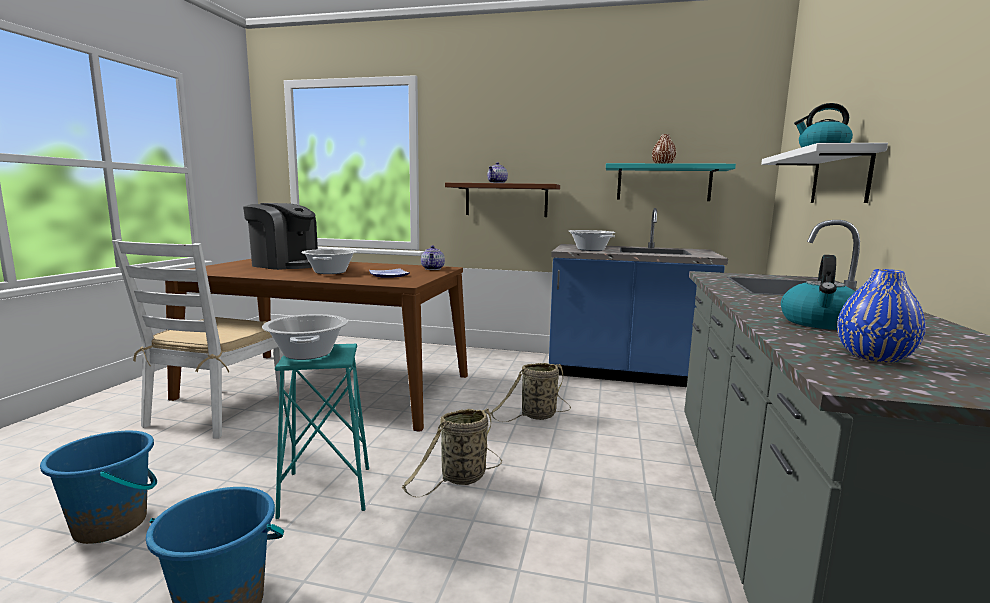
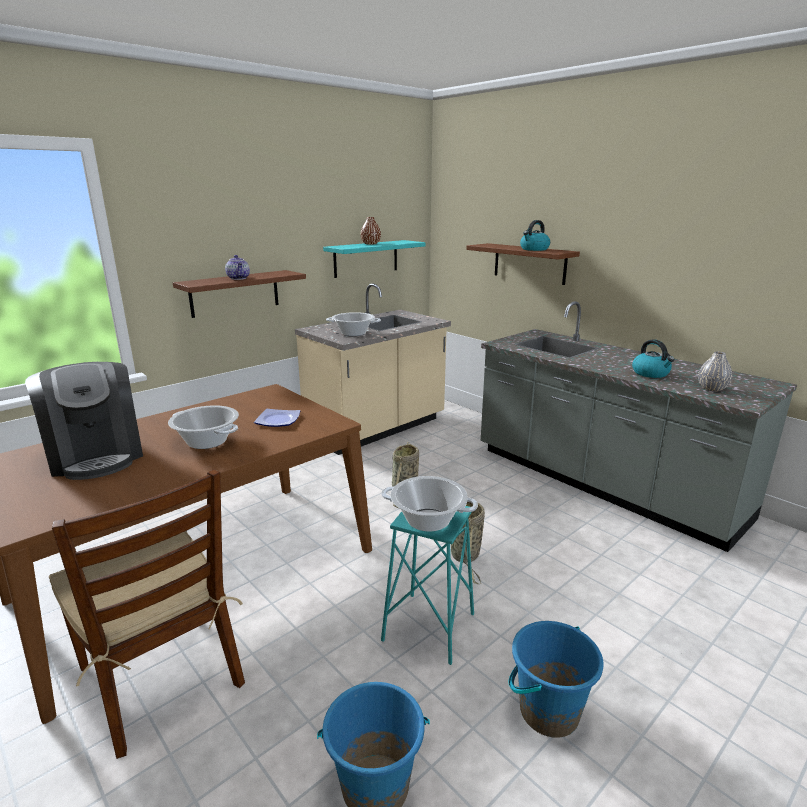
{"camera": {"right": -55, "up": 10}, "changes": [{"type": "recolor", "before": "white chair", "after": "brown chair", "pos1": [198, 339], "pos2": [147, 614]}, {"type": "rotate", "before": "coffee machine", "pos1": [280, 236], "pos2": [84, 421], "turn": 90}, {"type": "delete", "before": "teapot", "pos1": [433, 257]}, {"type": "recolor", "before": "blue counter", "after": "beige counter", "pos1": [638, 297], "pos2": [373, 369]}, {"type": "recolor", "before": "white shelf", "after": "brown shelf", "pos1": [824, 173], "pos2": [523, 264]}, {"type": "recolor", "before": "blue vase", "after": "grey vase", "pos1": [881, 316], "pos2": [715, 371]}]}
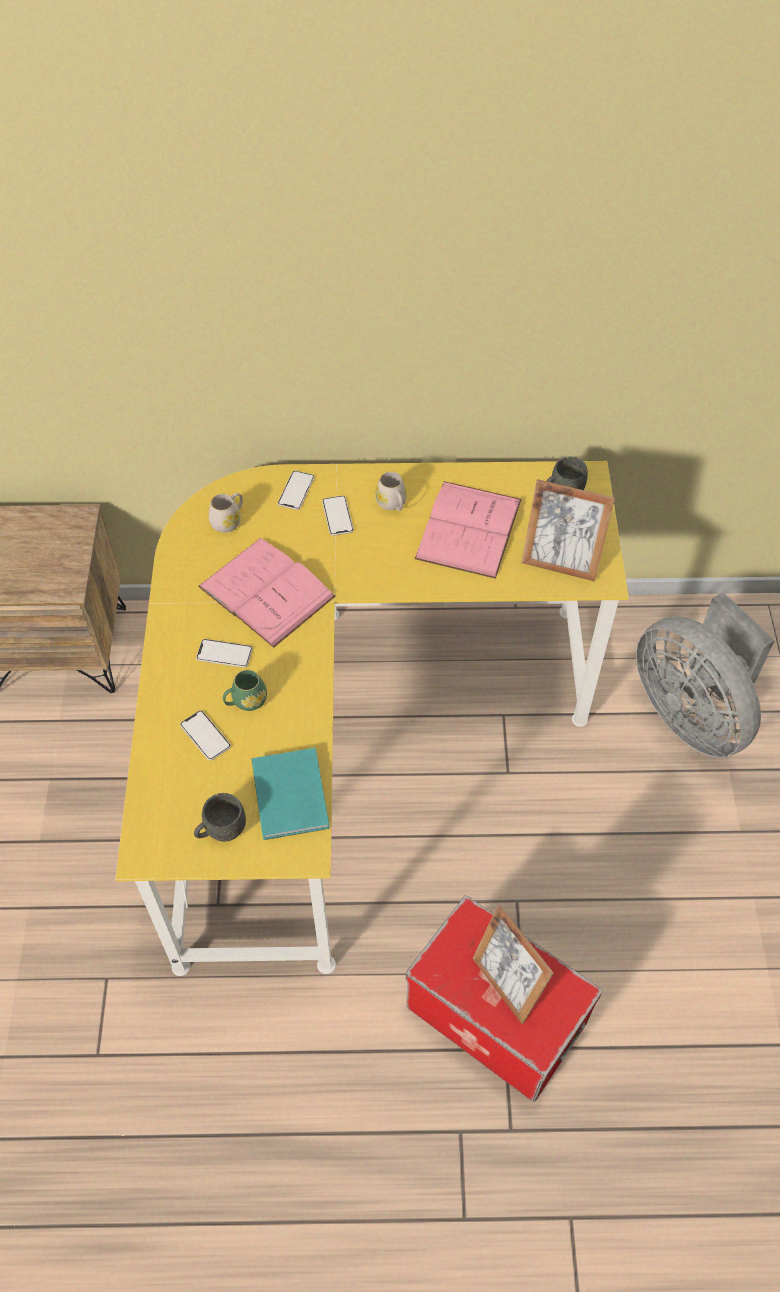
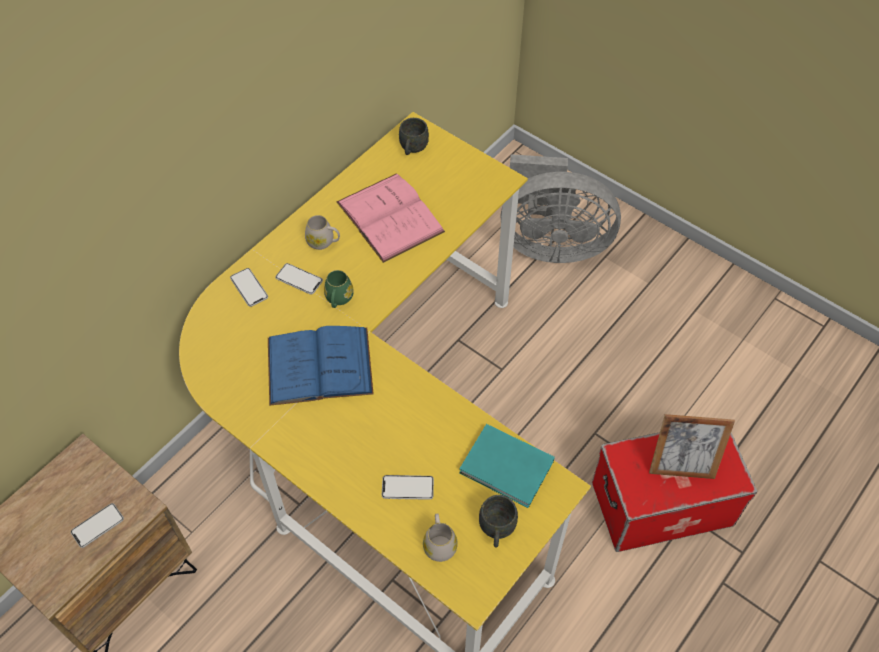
{"camera": {"right": -50, "up": 0}, "changes": [{"type": "move", "before": "phone", "pos1": [224, 653], "pos2": [97, 525]}, {"type": "recolor", "before": "pink book", "after": "blue book", "pos1": [266, 593], "pos2": [321, 366]}, {"type": "move", "before": "white mug", "pos1": [225, 513], "pos2": [440, 538]}, {"type": "move", "before": "green mug", "pos1": [245, 690], "pos2": [339, 289]}, {"type": "delete", "before": "picture frame", "pos1": [568, 530]}]}
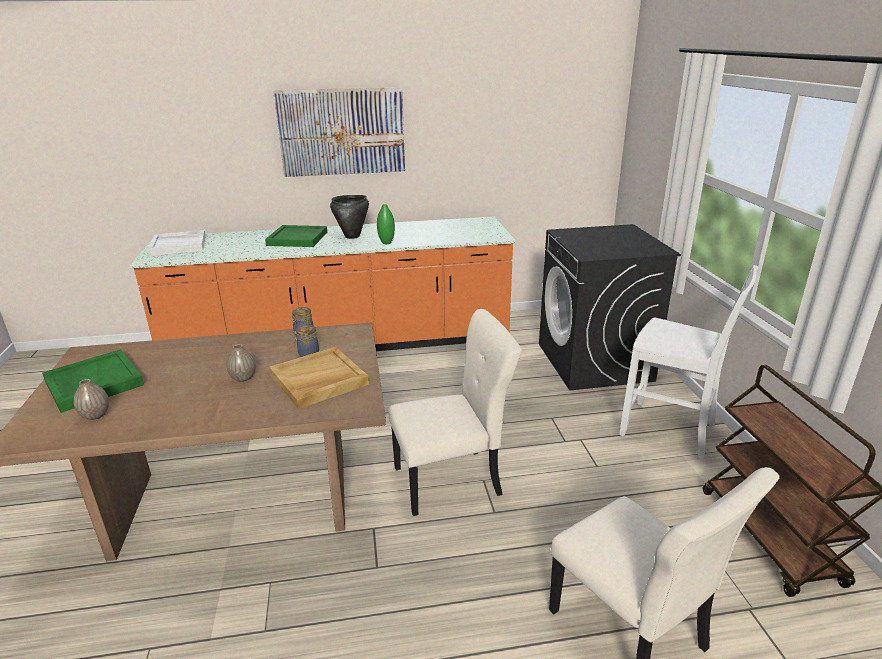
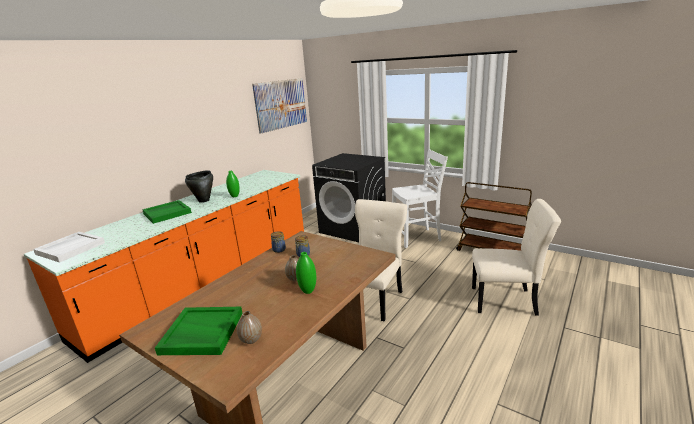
{"camera": {"right": -45, "up": -5}, "changes": [{"type": "delete", "before": "beige tray", "pos1": [319, 378]}, {"type": "move", "before": "picture", "pos1": [339, 132], "pos2": [279, 105]}, {"type": "insert", "after": "green vase", "pos2": [306, 273]}]}
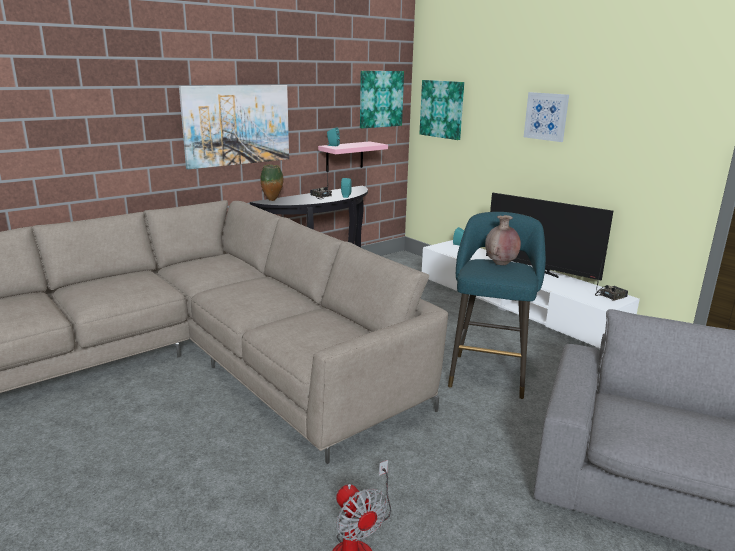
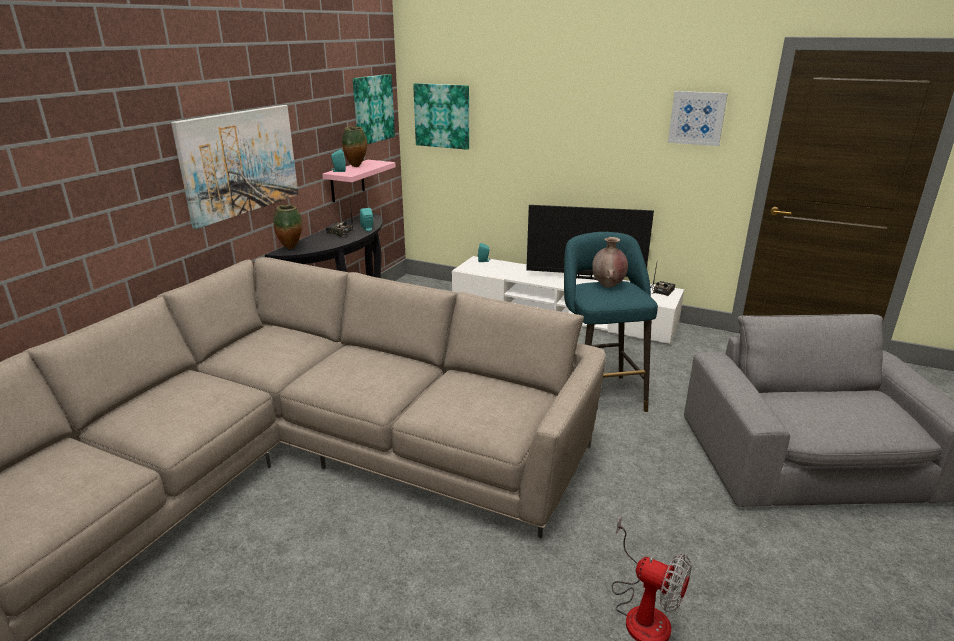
{"camera": {"right": -25, "up": 5}, "changes": [{"type": "move", "before": "picture", "pos1": [546, 117], "pos2": [698, 118]}, {"type": "insert", "after": "vase", "pos2": [354, 146]}]}
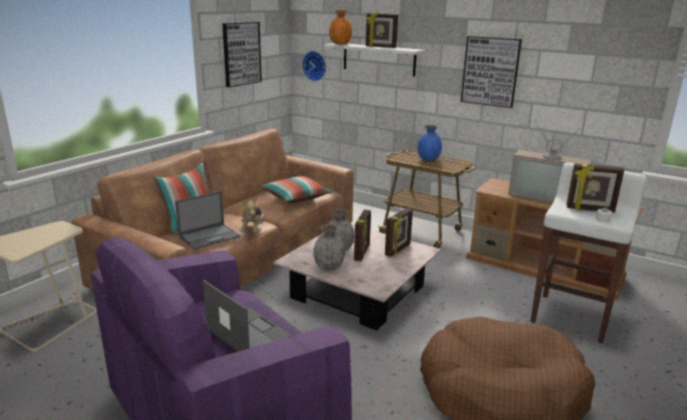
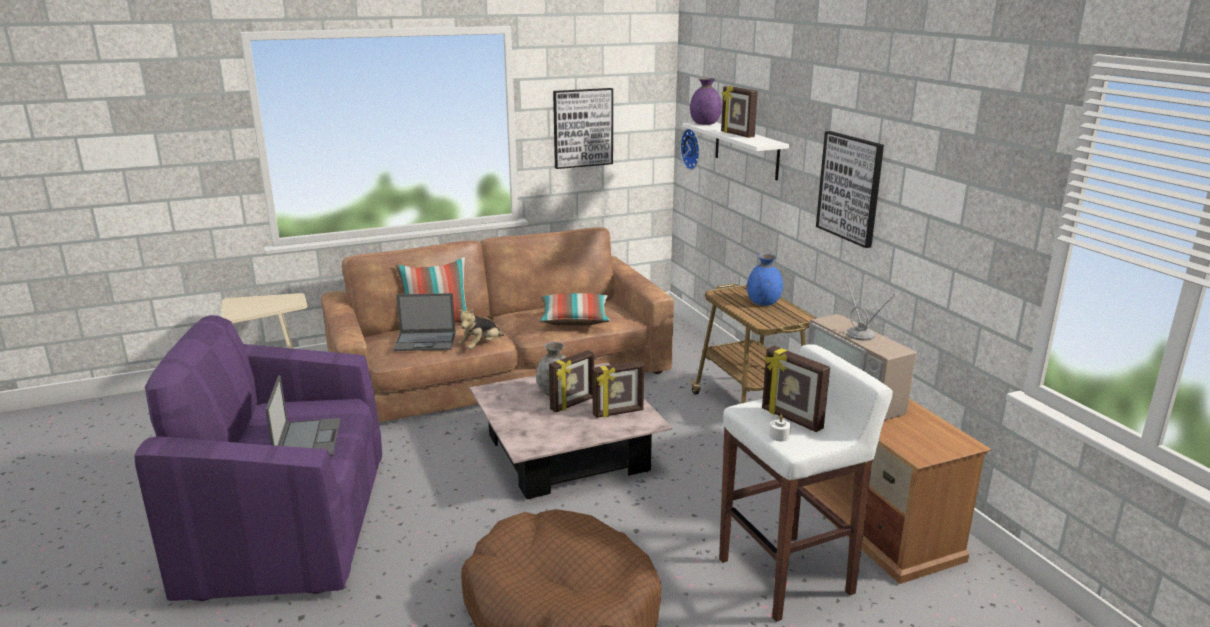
{"camera": {"right": 35, "up": 0}, "changes": [{"type": "delete", "before": "grey vase", "pos1": [329, 247]}, {"type": "recolor", "before": "orange vase", "after": "purple vase", "pos1": [340, 27], "pos2": [706, 101]}]}
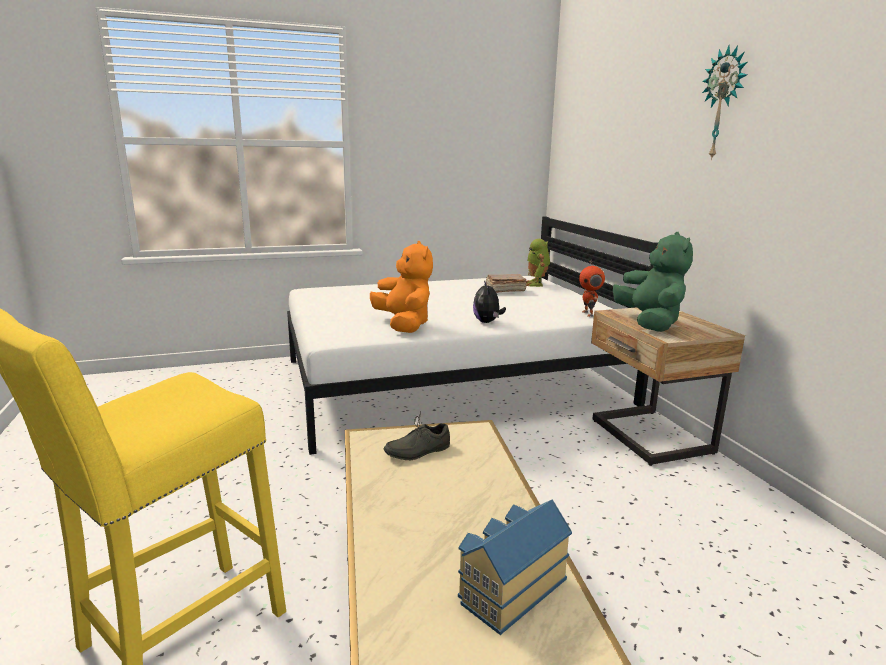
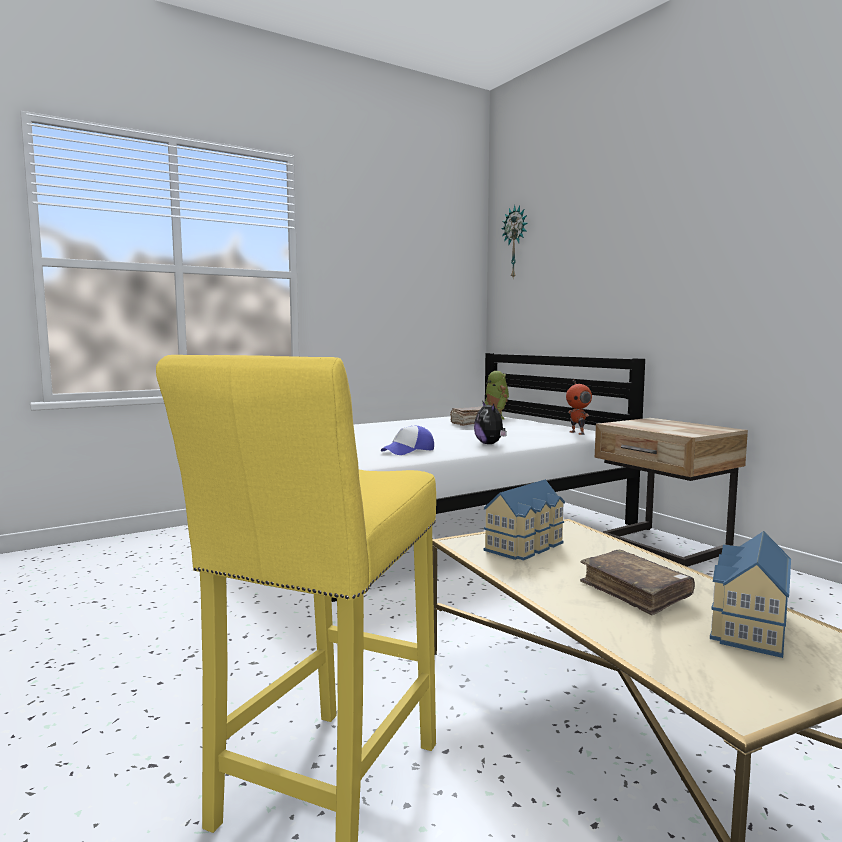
{"camera": {"right": -15, "up": -10}, "changes": [{"type": "replace", "before": "orange plush toy", "after": "cap", "pos1": [401, 287], "pos2": [407, 440]}, {"type": "replace", "before": "grey shoe", "after": "toy house", "pos1": [417, 435], "pos2": [524, 520]}, {"type": "delete", "before": "green plush toy", "pos1": [653, 282]}, {"type": "move", "before": "wall clock", "pos1": [725, 102], "pos2": [514, 241]}, {"type": "insert", "after": "brown book", "pos2": [637, 582]}]}
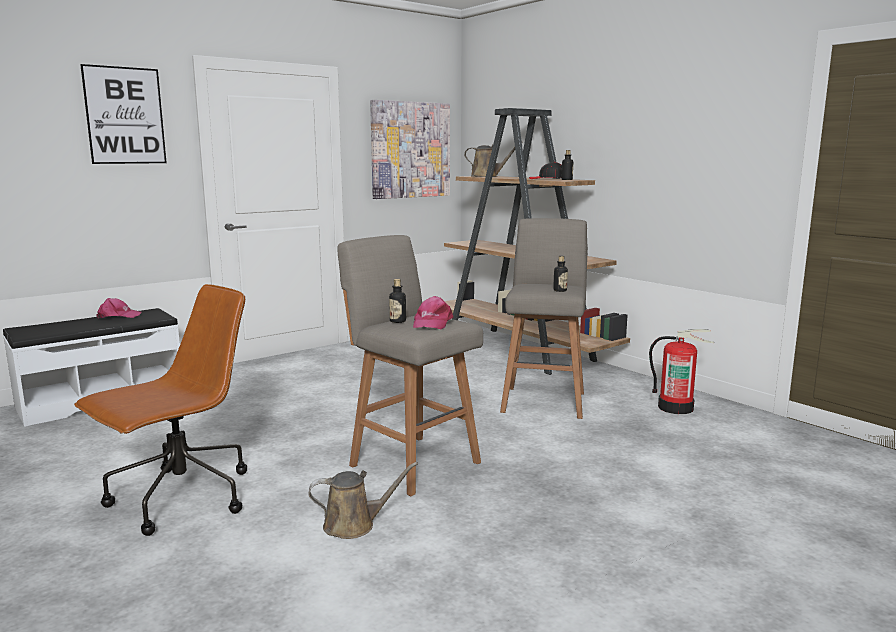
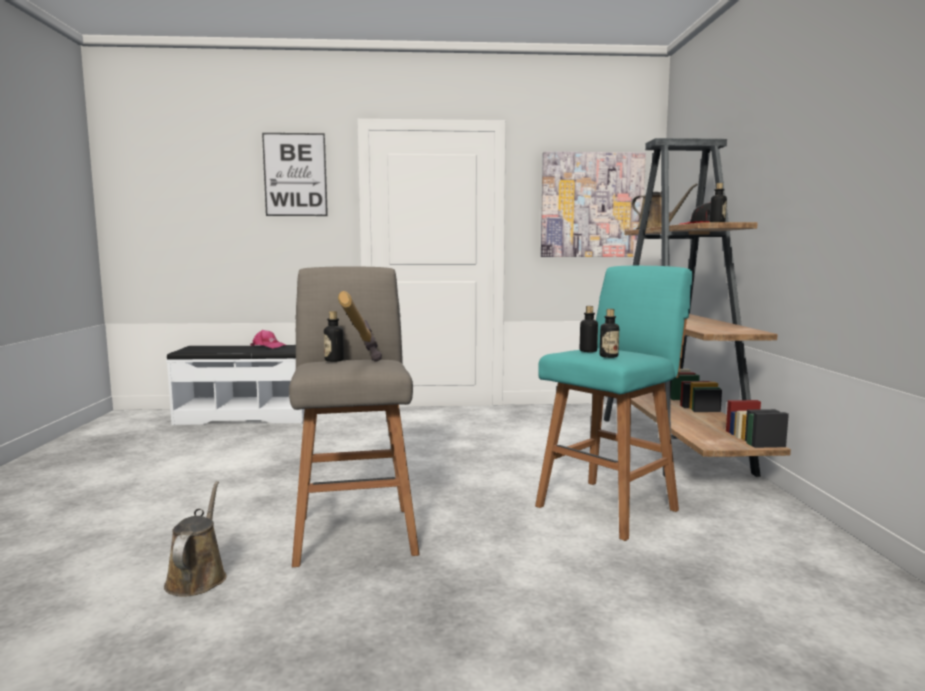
{"camera": {"right": 35, "up": -5}, "changes": [{"type": "delete", "before": "brown office chair", "pos1": [160, 410]}, {"type": "rotate", "before": "brown watering can", "pos1": [363, 500], "pos2": [195, 539], "turn": -120}, {"type": "replace", "before": "pink cap", "after": "hammer", "pos1": [433, 312], "pos2": [360, 326]}, {"type": "recolor", "before": "grey stool", "after": "turquoise stool", "pos1": [544, 318], "pos2": [613, 403]}, {"type": "delete", "before": "fire extinguisher", "pos1": [681, 371]}, {"type": "insert", "after": "bottle", "pos2": [589, 329]}]}
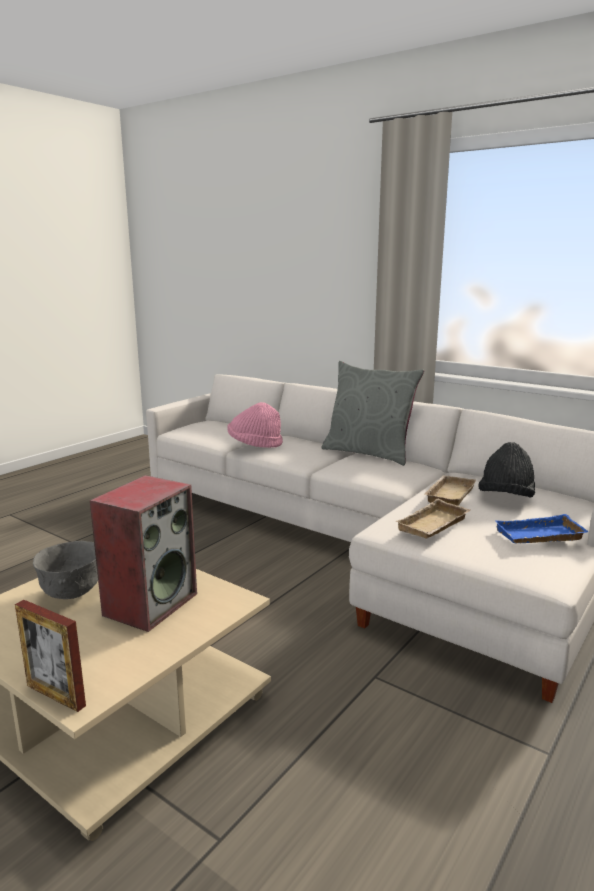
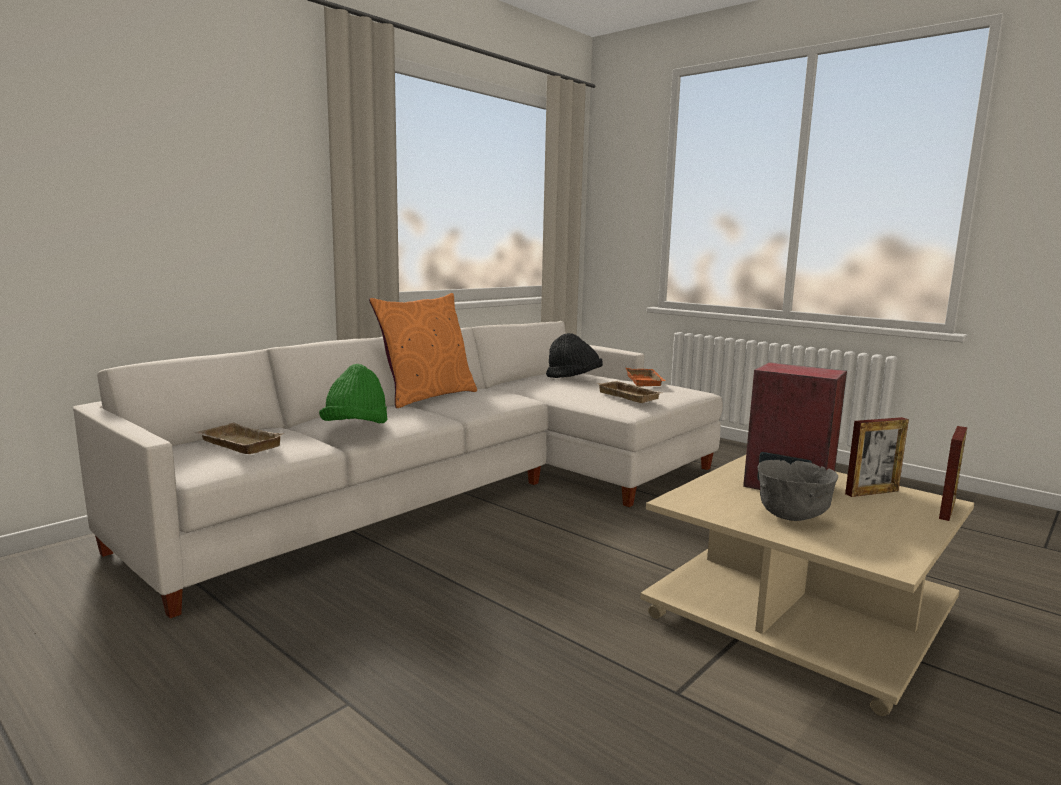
{"camera": {"right": -85, "up": -5}, "changes": [{"type": "recolor", "before": "pink hat", "after": "green hat", "pos1": [255, 425], "pos2": [353, 394]}, {"type": "recolor", "before": "grey pillow", "after": "orange pillow", "pos1": [373, 413], "pos2": [423, 350]}, {"type": "move", "before": "beige tray", "pos1": [450, 490], "pos2": [239, 438]}, {"type": "recolor", "before": "blue tray", "after": "orange tray", "pos1": [542, 528], "pos2": [645, 377]}, {"type": "insert", "after": "picture frame", "pos2": [877, 457]}]}
